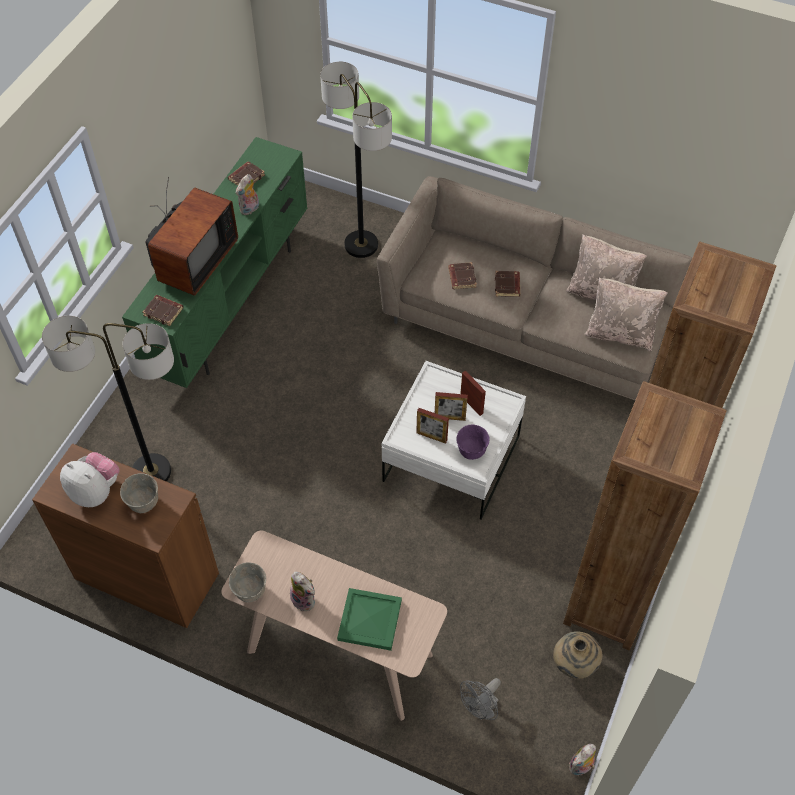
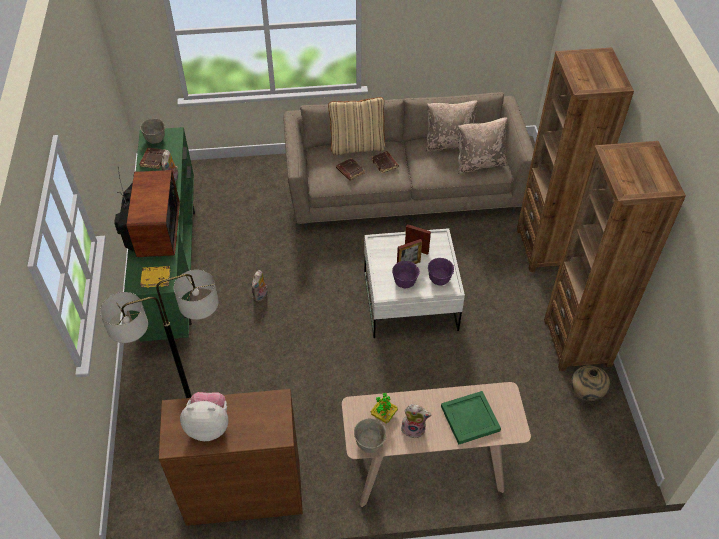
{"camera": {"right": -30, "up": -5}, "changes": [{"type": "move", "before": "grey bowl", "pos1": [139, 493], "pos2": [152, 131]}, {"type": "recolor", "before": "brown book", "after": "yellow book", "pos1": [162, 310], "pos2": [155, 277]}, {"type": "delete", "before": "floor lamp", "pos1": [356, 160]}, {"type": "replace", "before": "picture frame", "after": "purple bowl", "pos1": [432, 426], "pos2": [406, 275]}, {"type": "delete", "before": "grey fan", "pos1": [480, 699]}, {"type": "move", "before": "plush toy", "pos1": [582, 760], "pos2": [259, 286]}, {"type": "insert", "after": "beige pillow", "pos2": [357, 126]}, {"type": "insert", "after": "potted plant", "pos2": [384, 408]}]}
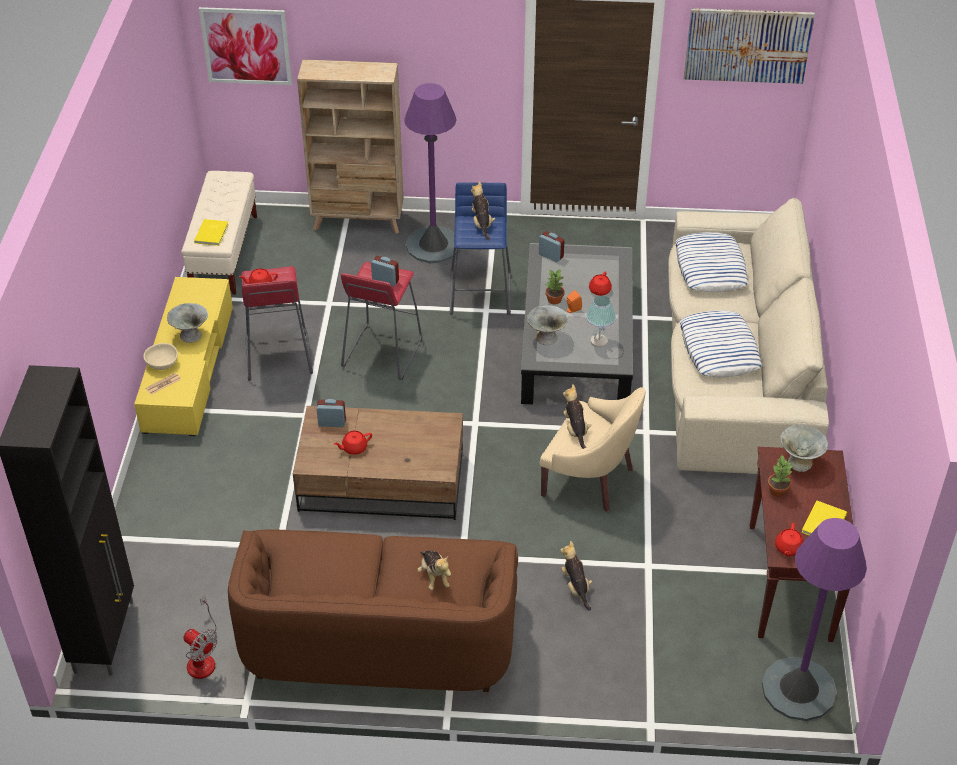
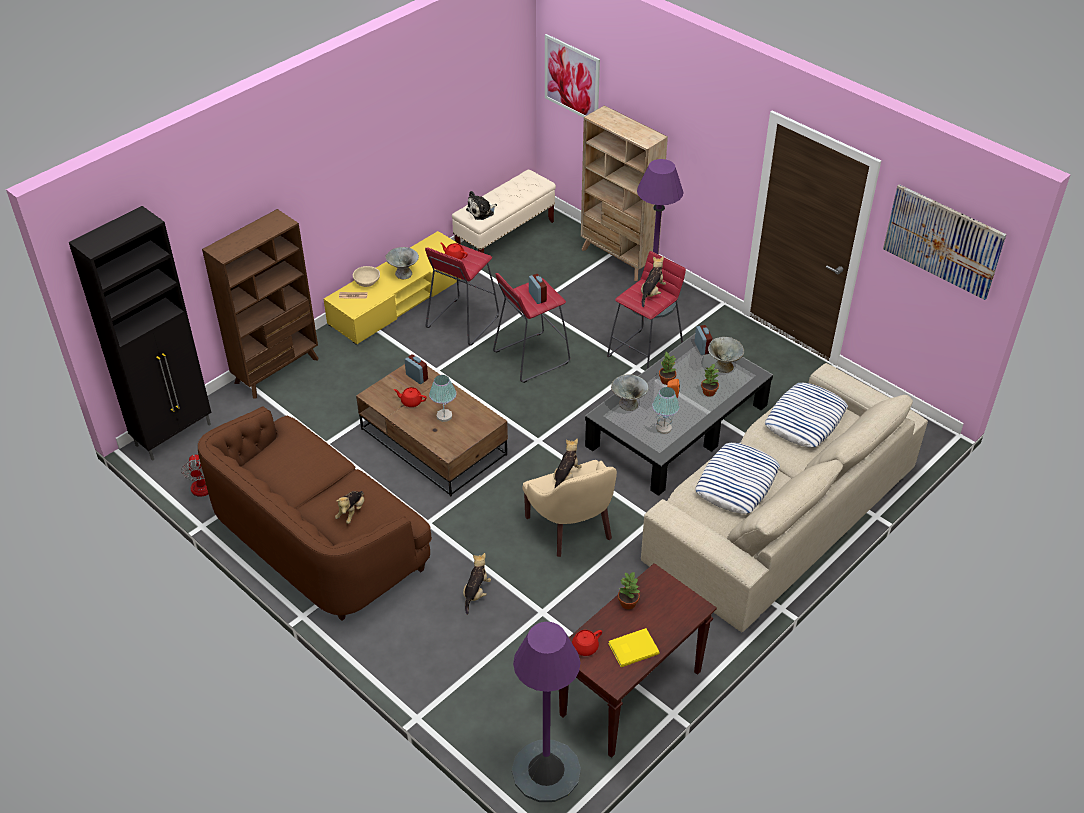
{"camera": {"right": 40, "up": 0}, "changes": [{"type": "replace", "before": "yellow book", "after": "plush toy", "pos1": [211, 232], "pos2": [481, 205]}, {"type": "recolor", "before": "blue stool", "after": "red stool", "pos1": [480, 248], "pos2": [646, 310]}, {"type": "replace", "before": "red teapot", "after": "potted plant", "pos1": [600, 283], "pos2": [710, 380]}, {"type": "move", "before": "grey bowl", "pos1": [804, 448], "pos2": [726, 355]}, {"type": "insert", "after": "brown bookcase", "pos2": [260, 304]}, {"type": "insert", "after": "table lamp", "pos2": [442, 398]}]}
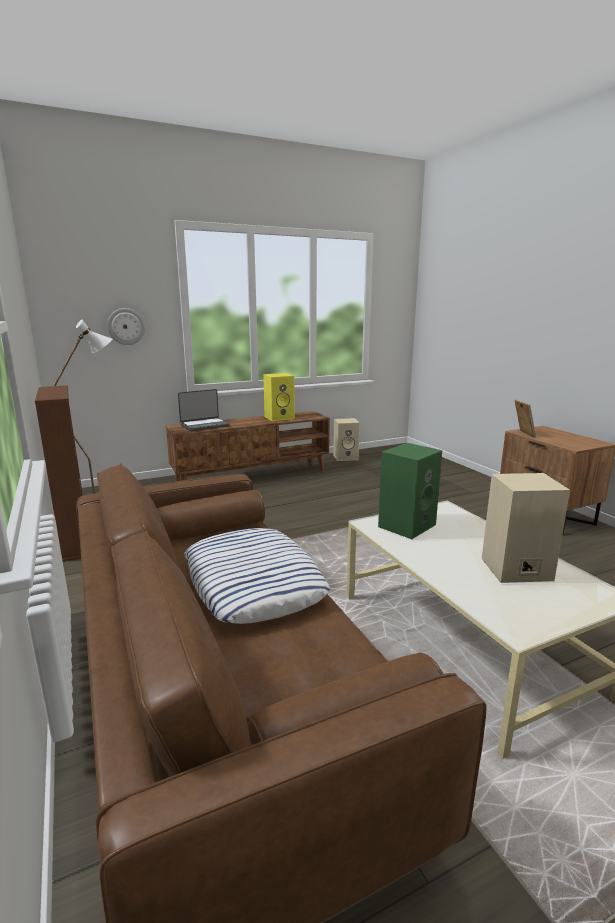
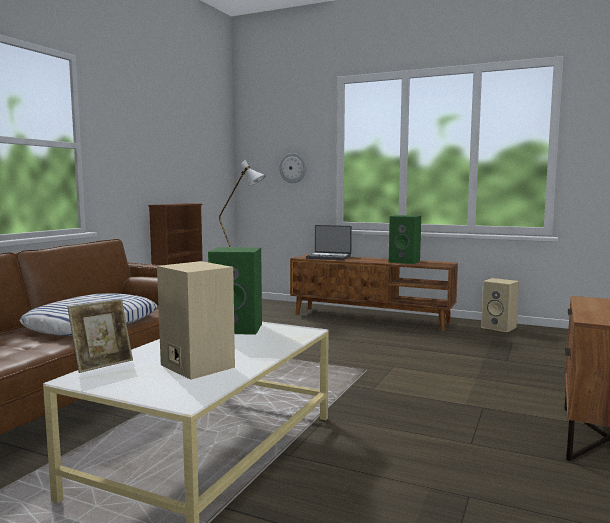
{"camera": {"right": 50, "up": -10}, "changes": [{"type": "recolor", "before": "yellow speaker", "after": "green speaker", "pos1": [279, 397], "pos2": [405, 239]}, {"type": "move", "before": "picture frame", "pos1": [525, 419], "pos2": [100, 336]}]}
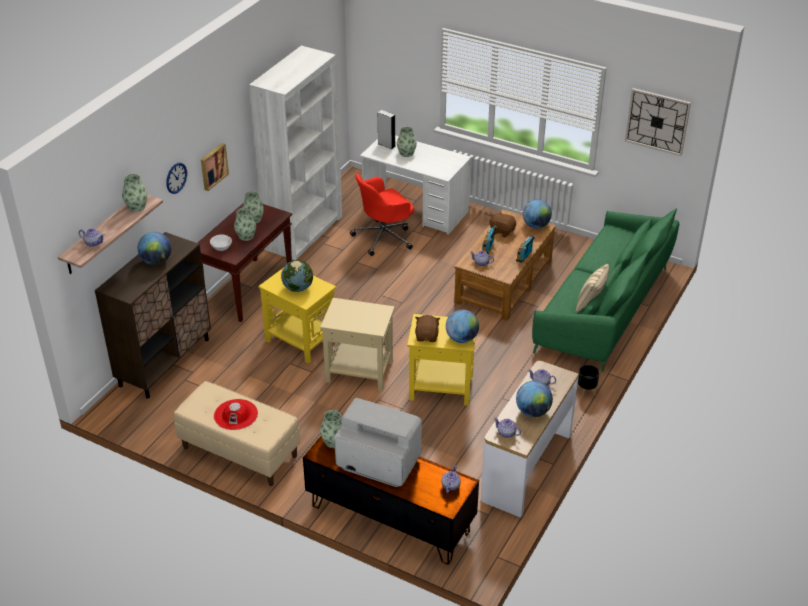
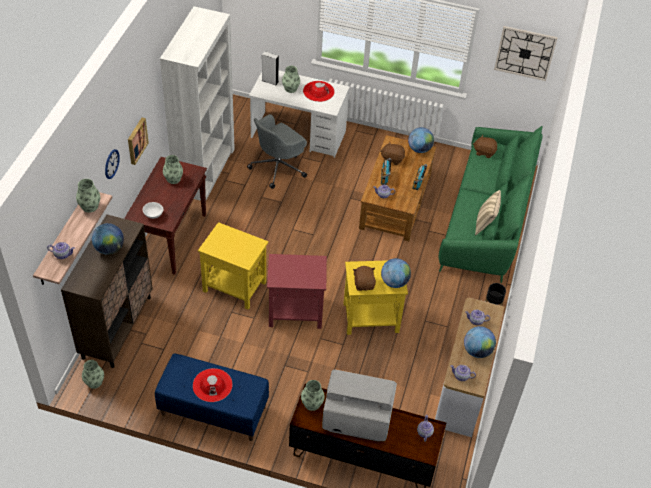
{"camera": {"right": -15, "up": 10}, "changes": [{"type": "recolor", "before": "beige bench", "after": "blue bench", "pos1": [237, 433], "pos2": [212, 397]}, {"type": "move", "before": "vase", "pos1": [245, 224], "pos2": [93, 374]}, {"type": "delete", "before": "globe", "pos1": [297, 276]}, {"type": "recolor", "before": "beige side table", "after": "red side table", "pos1": [357, 344], "pos2": [297, 291]}, {"type": "recolor", "before": "red office chair", "after": "grey office chair", "pos1": [382, 215], "pos2": [277, 151]}, {"type": "insert", "after": "red hat", "pos2": [319, 91]}, {"type": "insert", "after": "brown plush toy", "pos2": [485, 146]}]}
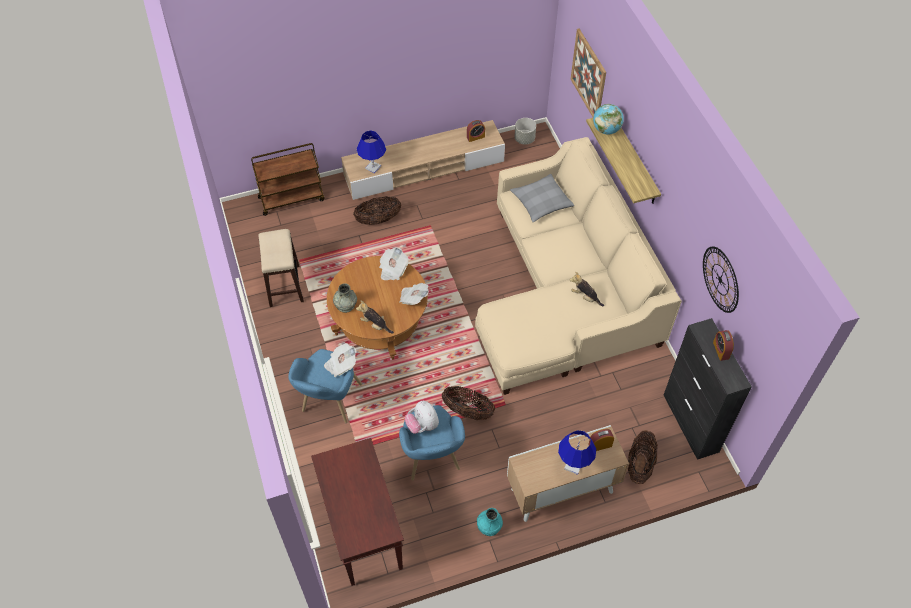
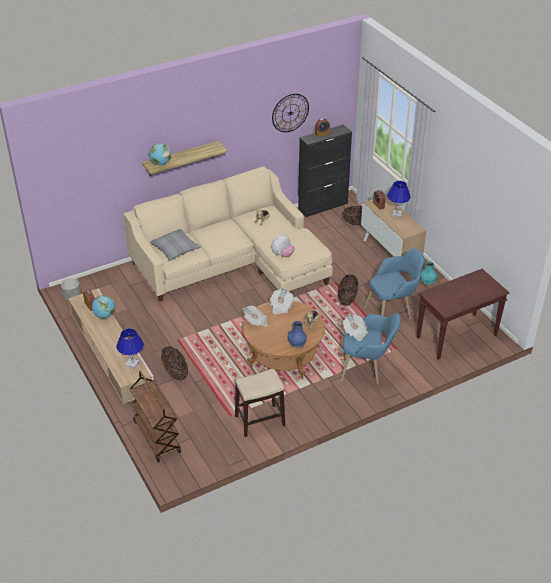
{"camera": {"right": -100, "up": -15}, "changes": [{"type": "recolor", "before": "grey vase", "after": "blue vase", "pos1": [345, 298], "pos2": [297, 334]}, {"type": "move", "before": "plush toy", "pos1": [422, 417], "pos2": [283, 245]}, {"type": "delete", "before": "picture", "pos1": [588, 73]}, {"type": "insert", "after": "globe", "pos2": [103, 306]}]}
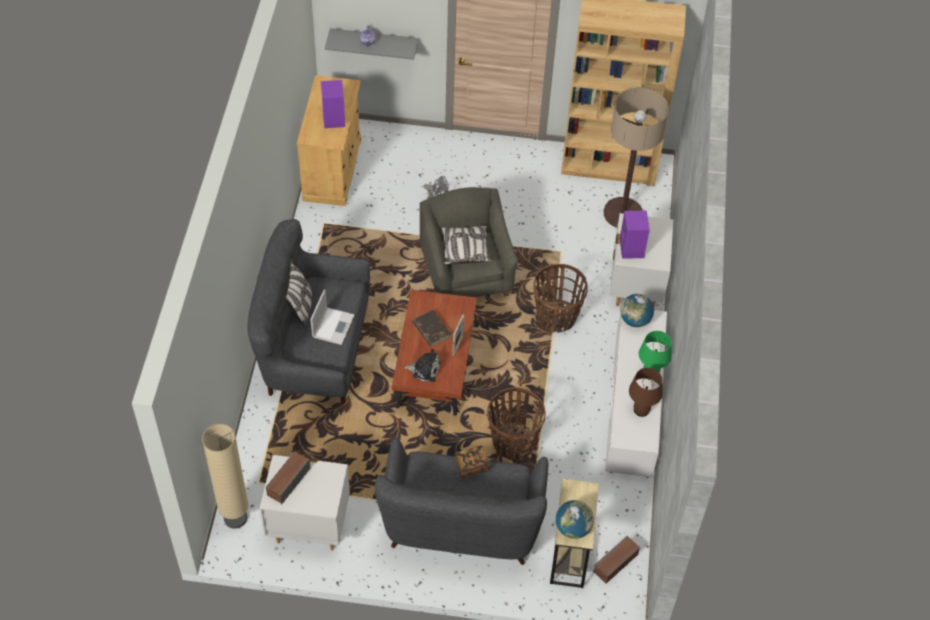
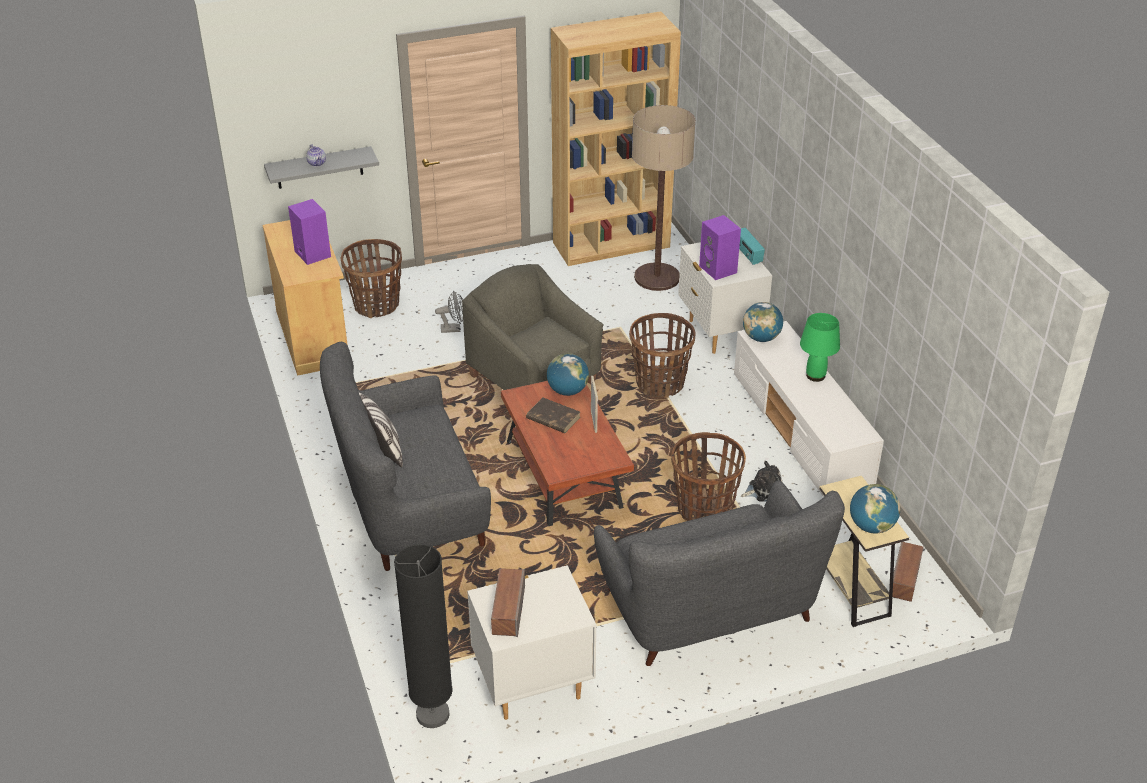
{"camera": {"right": -25, "up": -15}, "changes": [{"type": "recolor", "before": "beige floor lamp", "after": "black floor lamp", "pos1": [225, 476], "pos2": [423, 636]}, {"type": "delete", "before": "laptop", "pos1": [332, 317]}, {"type": "move", "before": "plush toy", "pos1": [422, 365], "pos2": [761, 481]}, {"type": "delete", "before": "pillow", "pos1": [466, 245]}, {"type": "delete", "before": "book", "pos1": [472, 462]}, {"type": "delete", "before": "brown table lamp", "pos1": [646, 392]}, {"type": "insert", "after": "basket", "pos2": [371, 278]}, {"type": "insert", "after": "globe", "pos2": [568, 374]}, {"type": "insert", "after": "radio", "pos2": [752, 246]}]}
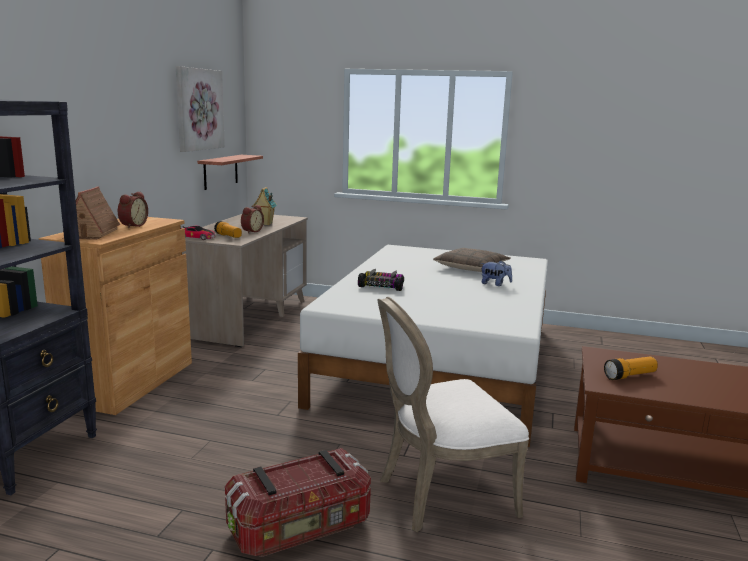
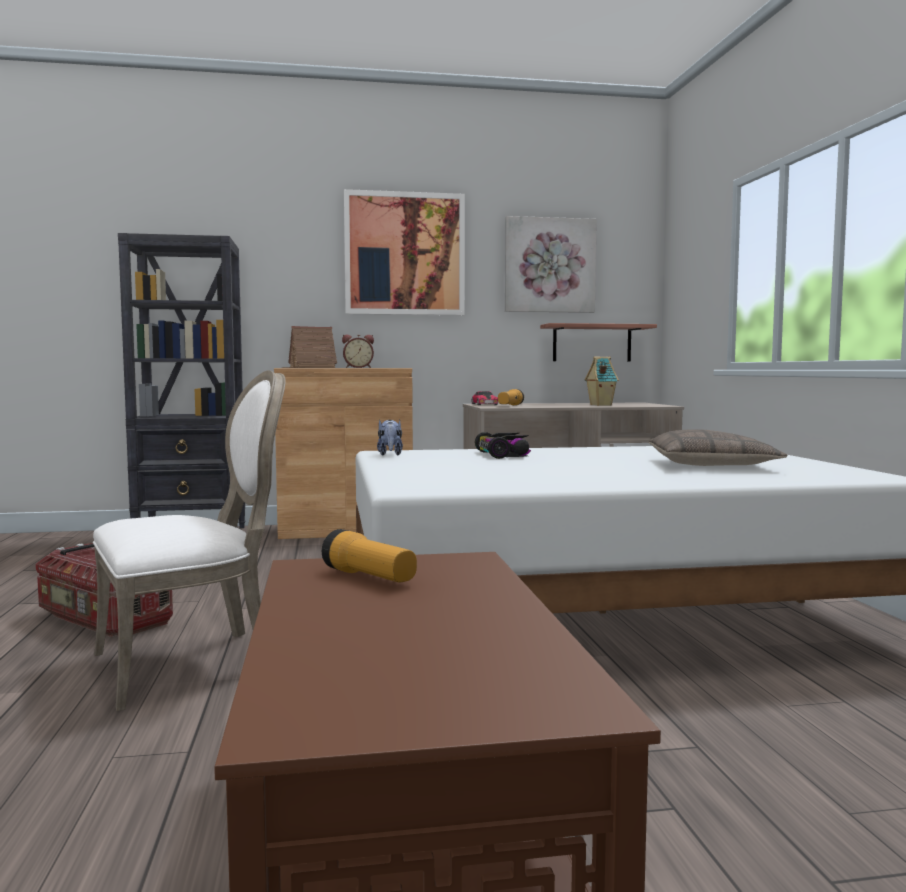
{"camera": {"right": 65, "up": -10}, "changes": [{"type": "delete", "before": "alarm clock", "pos1": [252, 219]}, {"type": "rotate", "before": "white chair", "pos1": [453, 414], "pos2": [189, 540], "turn": 105}, {"type": "move", "before": "plush toy", "pos1": [496, 273], "pos2": [390, 438]}, {"type": "insert", "after": "picture", "pos2": [404, 252]}]}
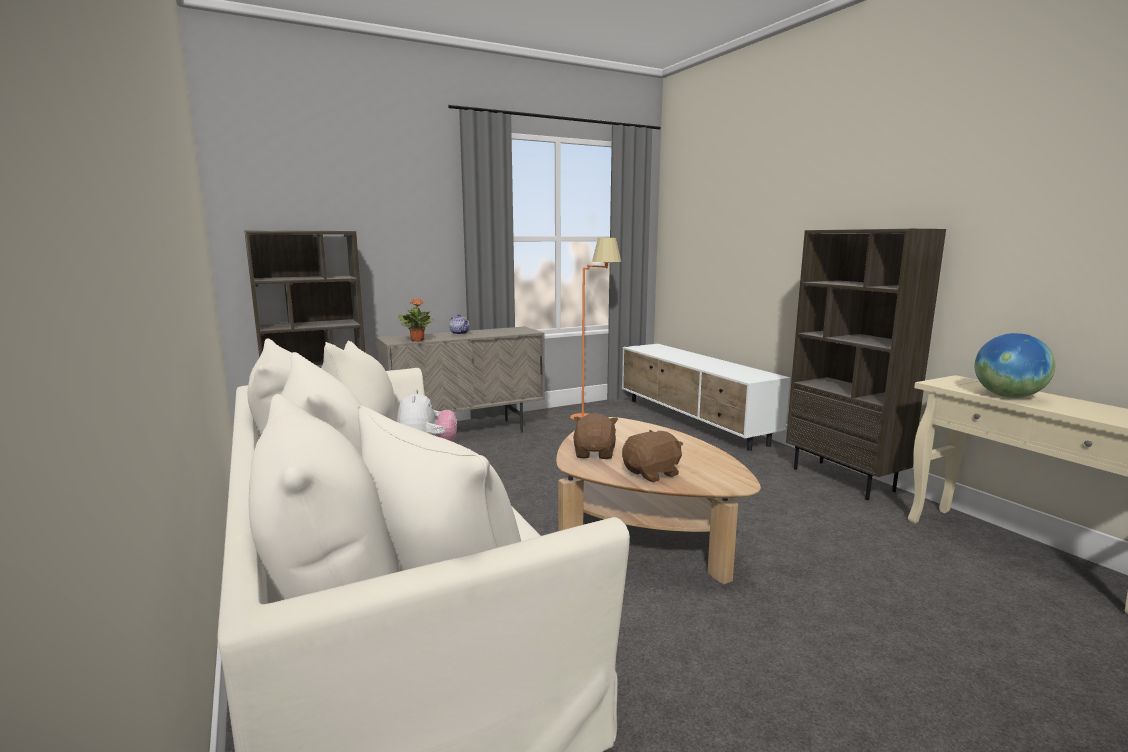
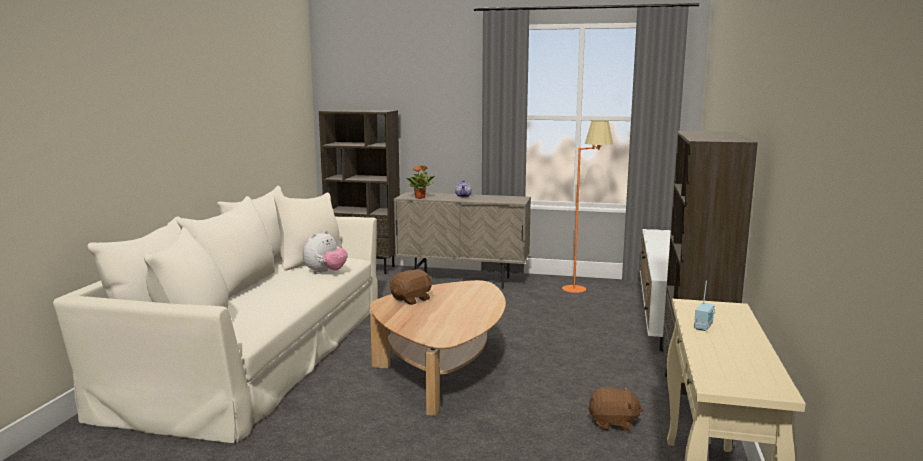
{"camera": {"right": 40, "up": 0}, "changes": [{"type": "move", "before": "brown plush toy", "pos1": [652, 456], "pos2": [615, 409]}, {"type": "replace", "before": "globe", "after": "radio", "pos1": [1015, 365], "pos2": [704, 306]}]}
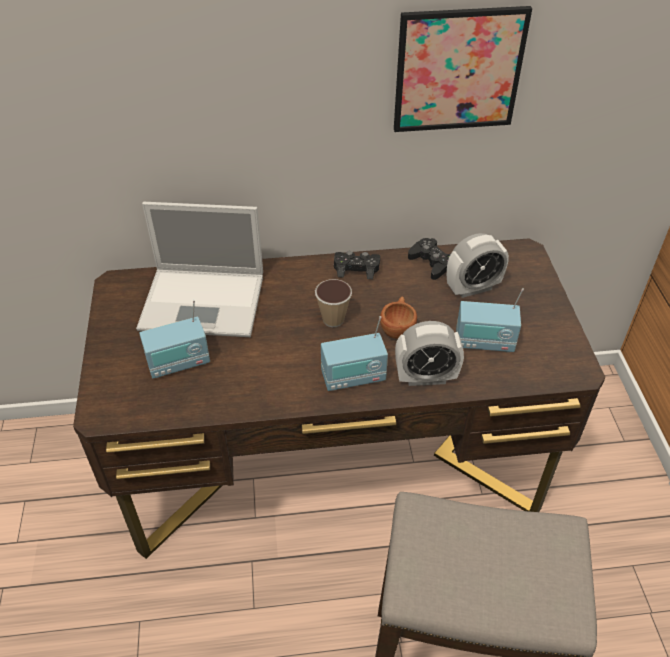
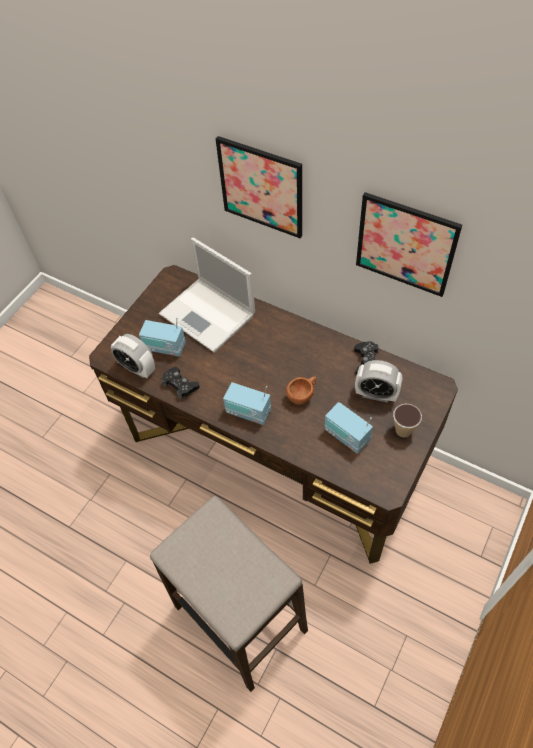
{"camera": {"right": 40, "up": 10}, "changes": [{"type": "move", "before": "cup", "pos1": [333, 303], "pos2": [407, 421]}, {"type": "move", "before": "black game controller", "pos1": [357, 265], "pos2": [180, 383]}, {"type": "move", "before": "alarm clock", "pos1": [429, 353], "pos2": [133, 356]}, {"type": "insert", "after": "picture", "pos2": [259, 187]}]}
